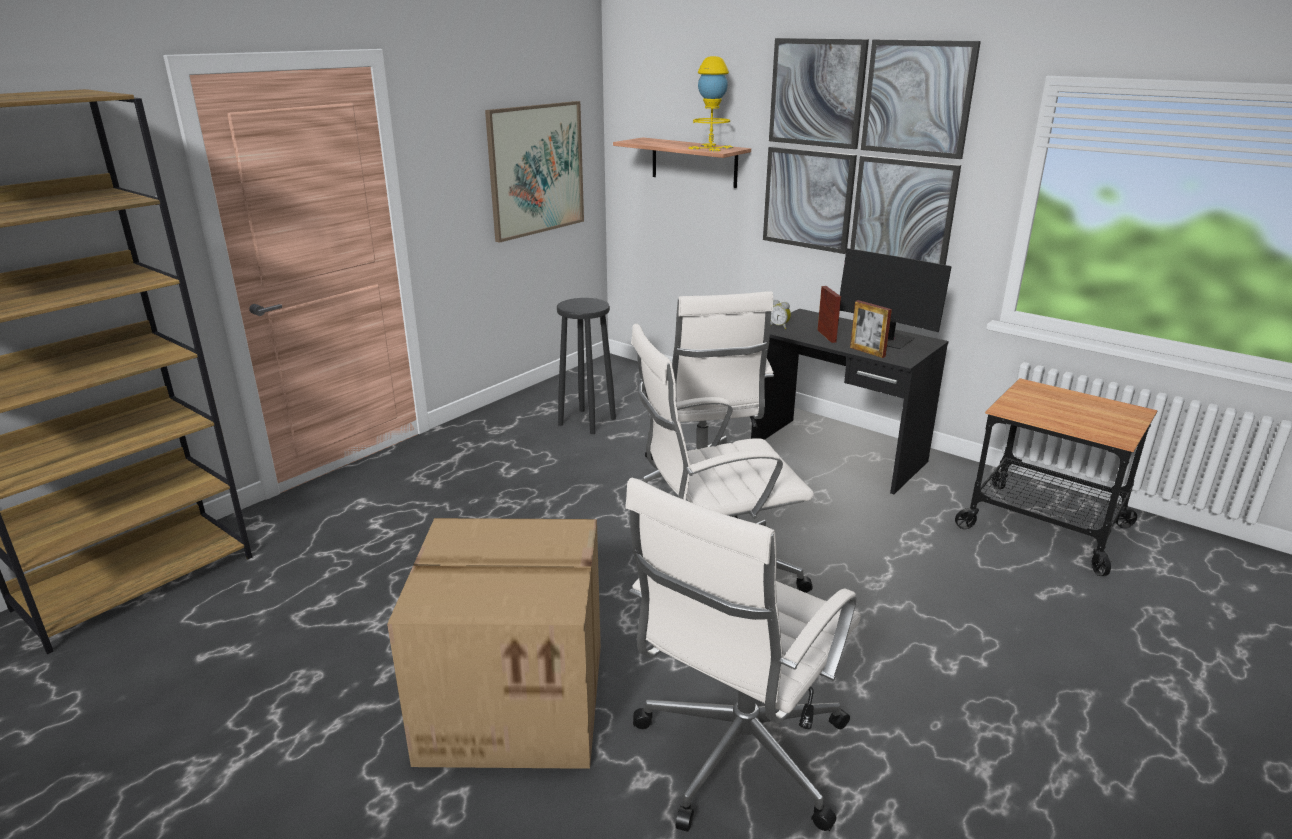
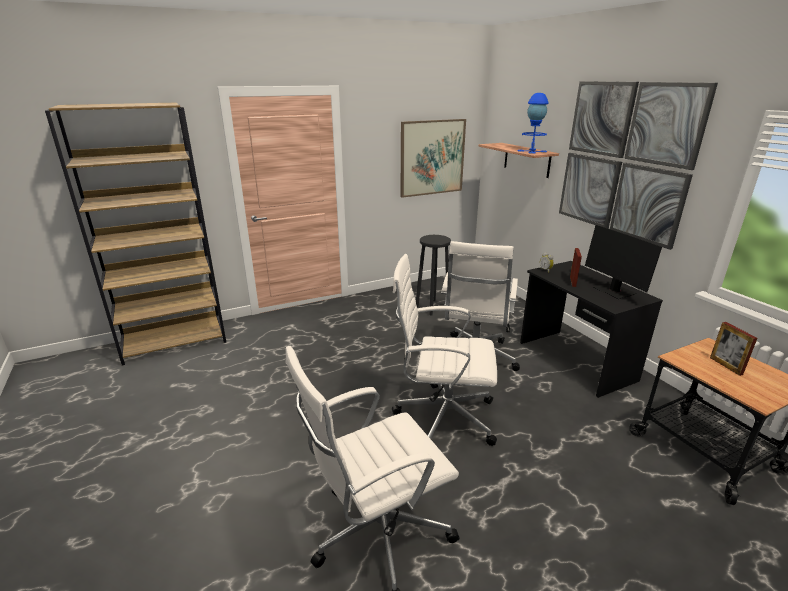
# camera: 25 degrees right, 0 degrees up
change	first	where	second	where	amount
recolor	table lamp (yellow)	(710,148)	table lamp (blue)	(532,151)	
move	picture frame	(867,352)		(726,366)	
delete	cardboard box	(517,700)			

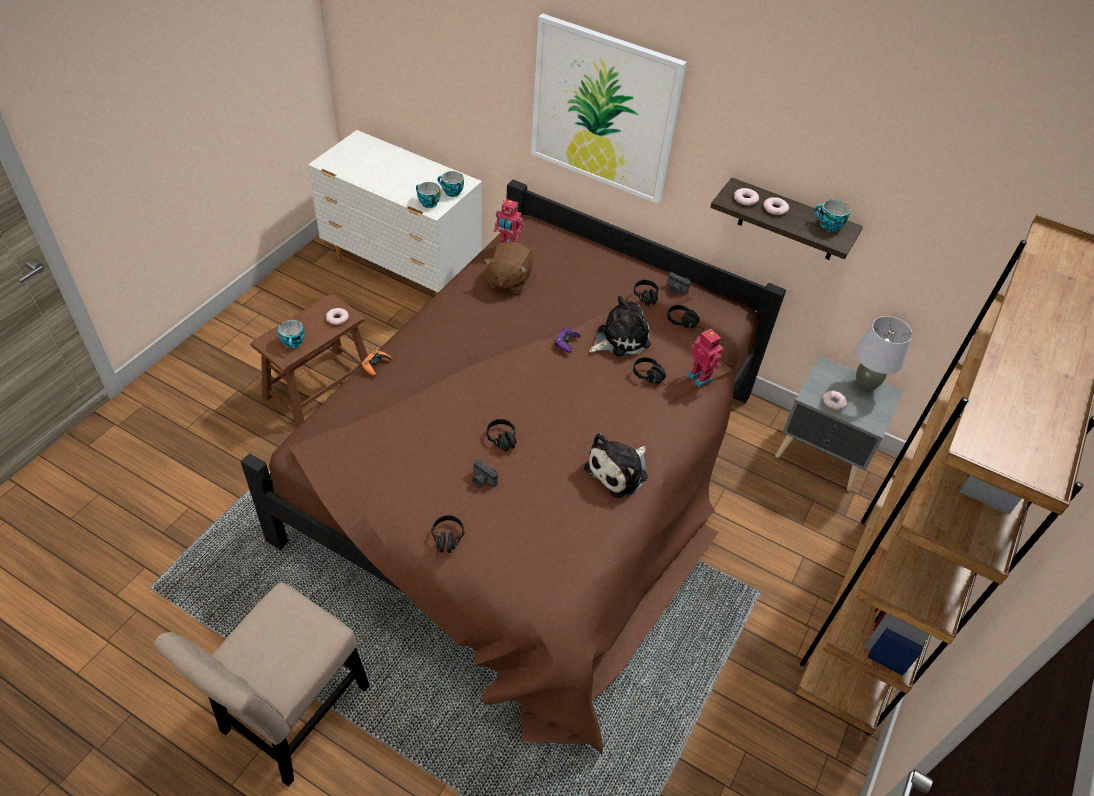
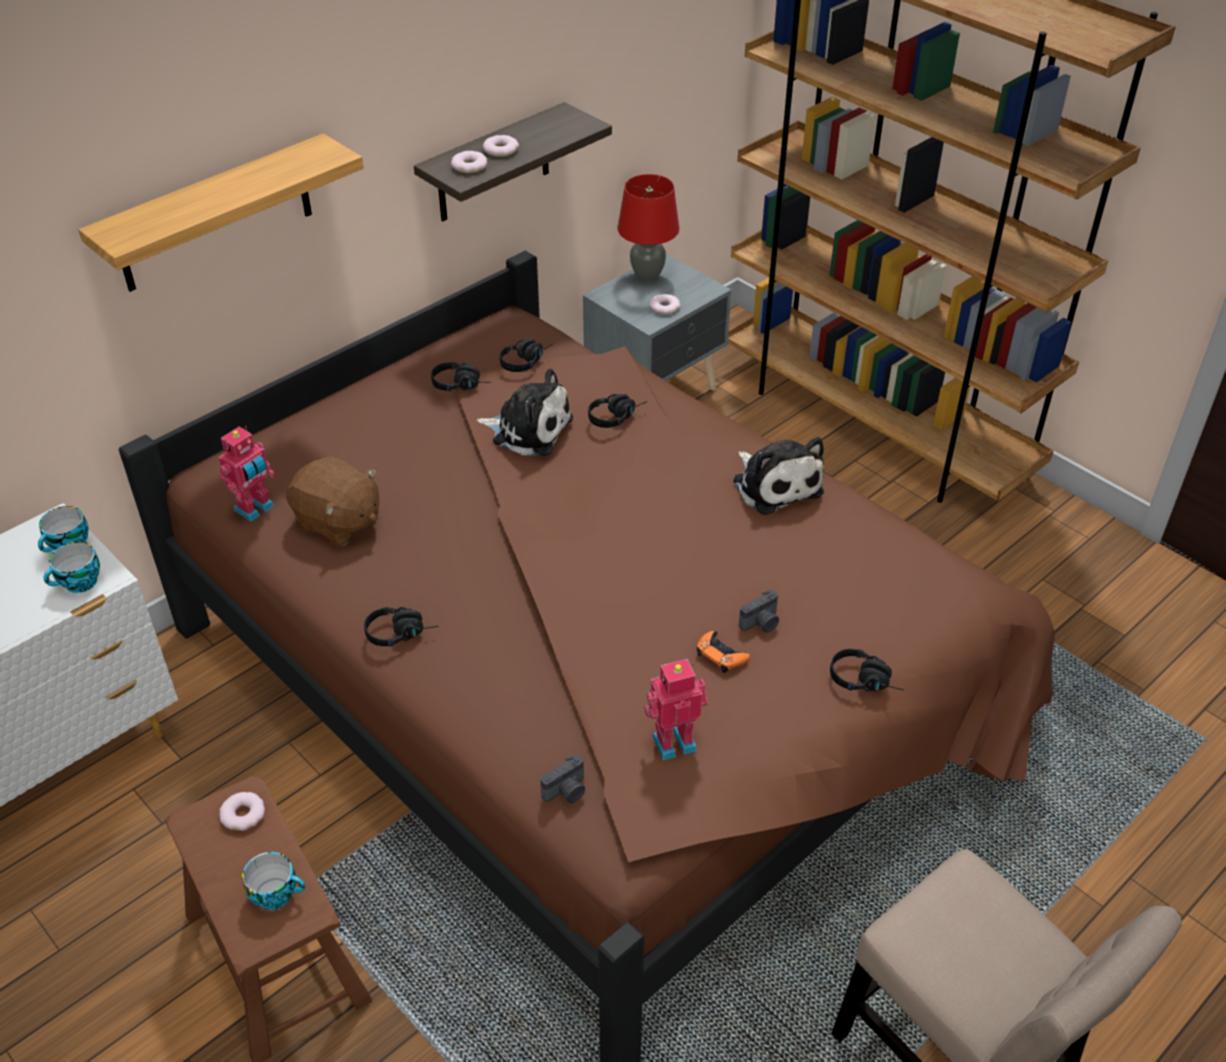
# camera: 70 degrees left, 5 degrees down
change	first	where	second	where	amount
replace	picture	(603,110)	shelf	(215,215)	
delete	cup	(828,225)			
move	photo camera	(675,290)		(567,791)	
rotate	plush toy	(620,338)		(528,429)	120 degrees clockwise
recolor	table lamp (grey)	(865,386)	table lamp (red)	(647,276)	
delete	game controller (purple)	(567,342)			
move	toy robot	(700,377)		(673,741)	
move	game controller (orange)	(375,365)		(721,655)	
move	headphones (black)	(504,443)		(402,633)	

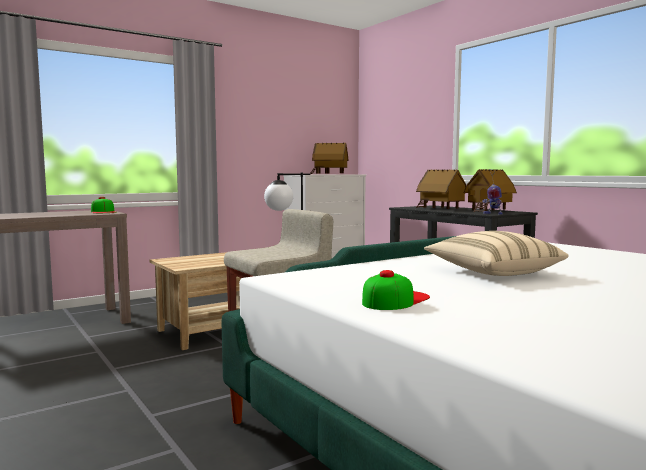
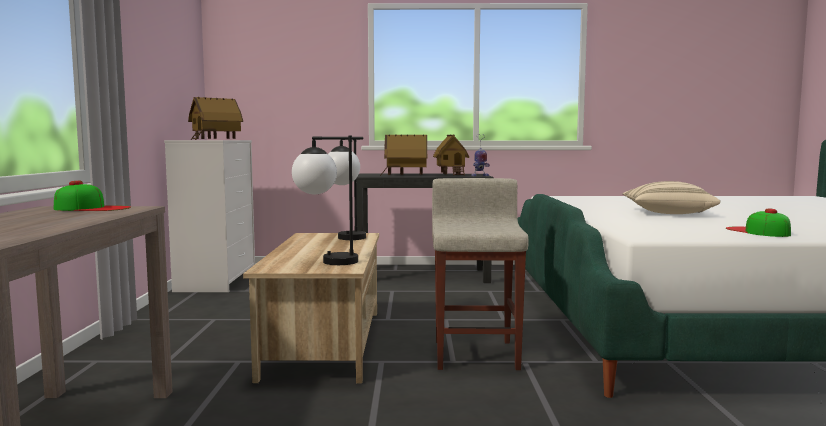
# camera: 55 degrees left, 0 degrees up
change	first	where	second	where	amount
insert			table lamp	(326,261)	

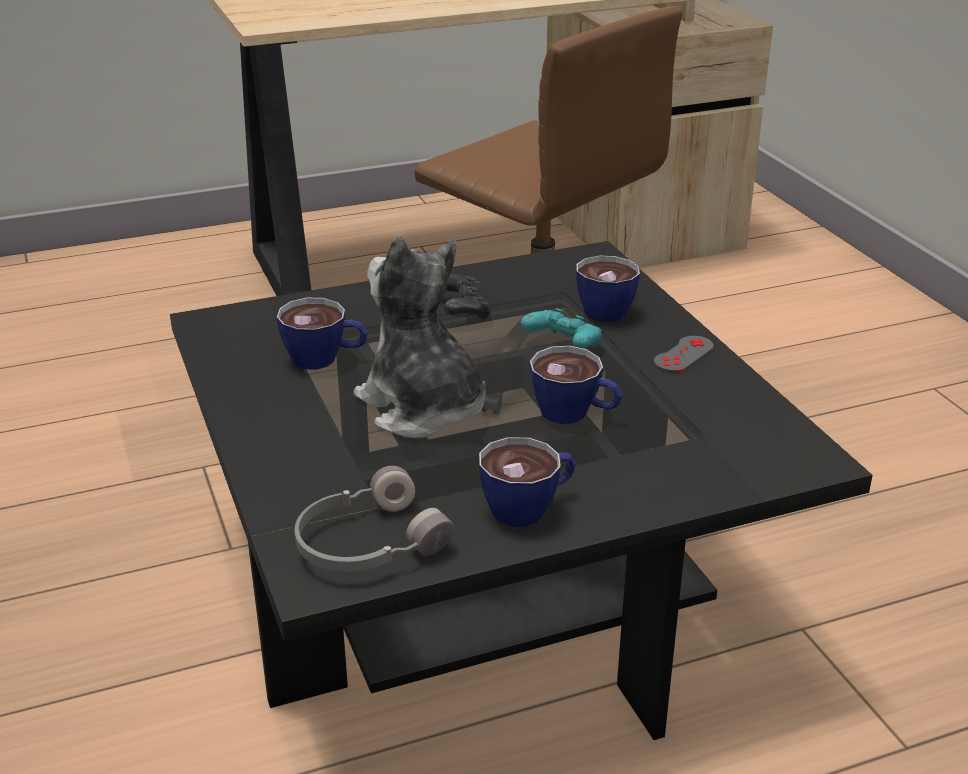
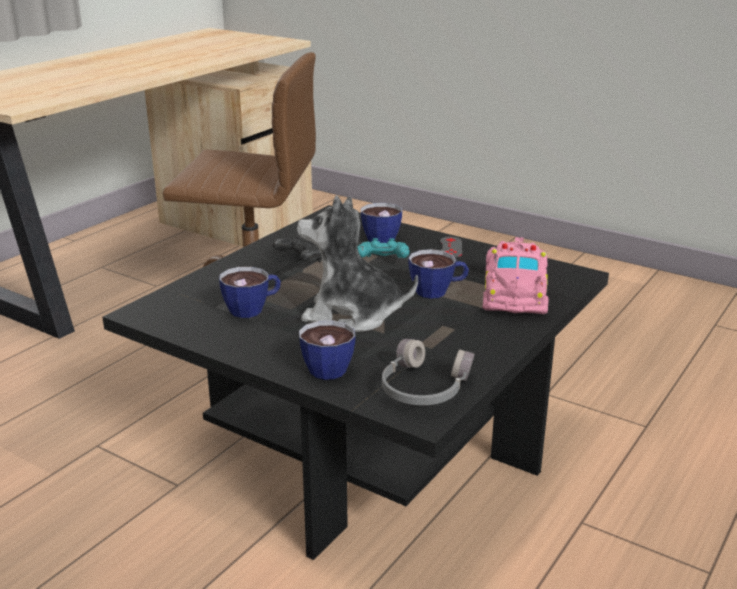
# camera: 35 degrees left, 5 degrees down
change	first	where	second	where	amount
move	cup	(529,507)		(332,366)	
insert			toy car (pink)	(516,293)	

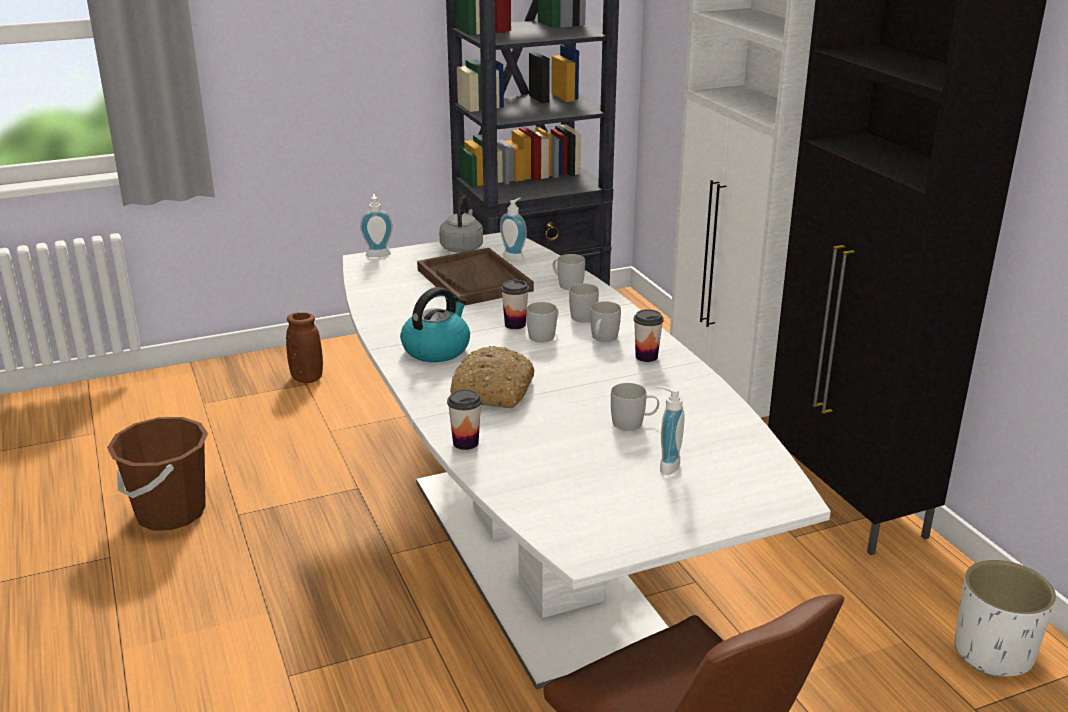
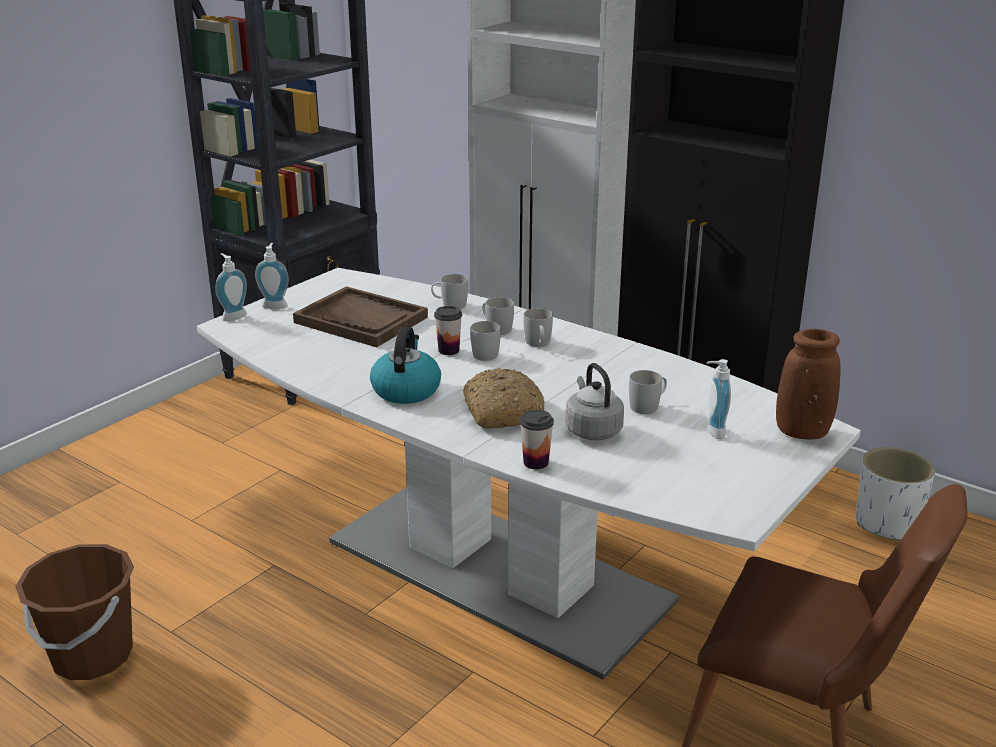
# camera: 30 degrees left, 0 degrees up
change	first	where	second	where	amount
move	kettle (grey)	(462,247)		(592,430)	
move	soap dispenser	(515,257)		(275,305)	
delete	cup	(646,356)			
move	vase (brown)	(307,378)		(802,432)	

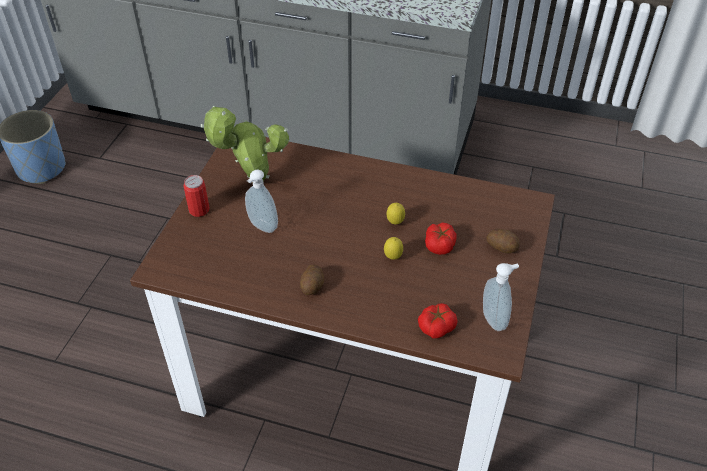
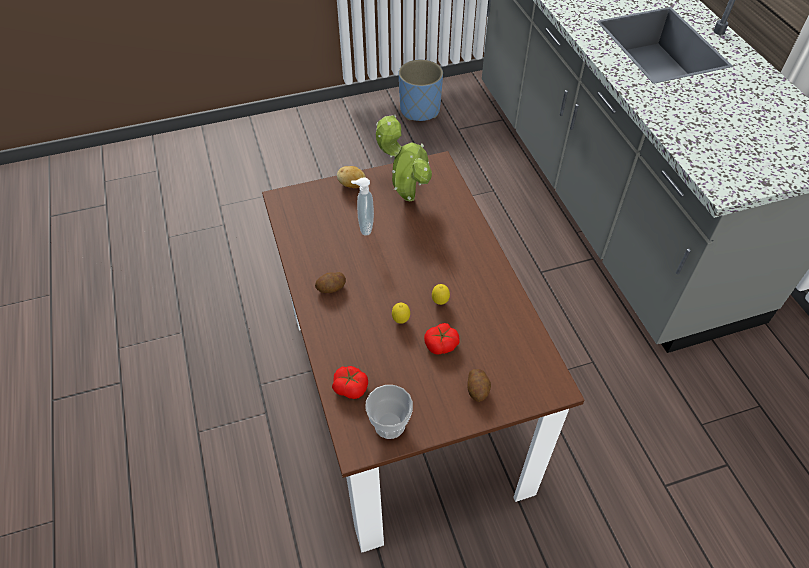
# camera: 55 degrees right, 5 degrees up
change	first	where	second	where	amount
replace	can	(199,210)	potato	(352,185)	
replace	soap dispenser	(495,319)	cup	(389,424)	

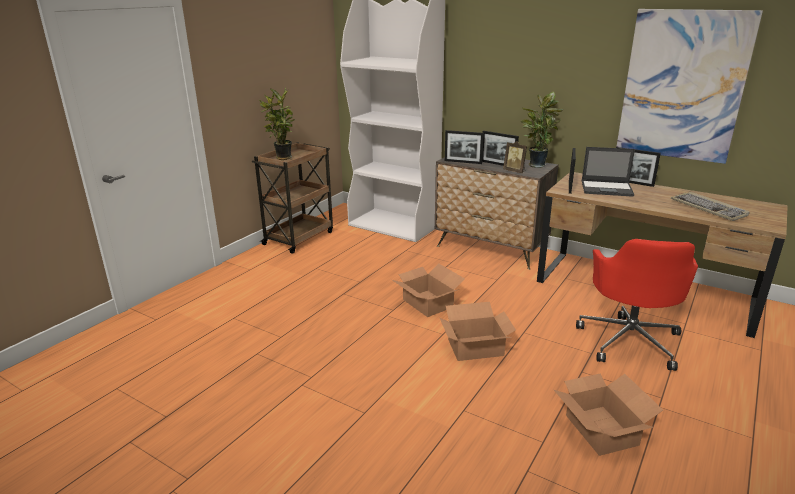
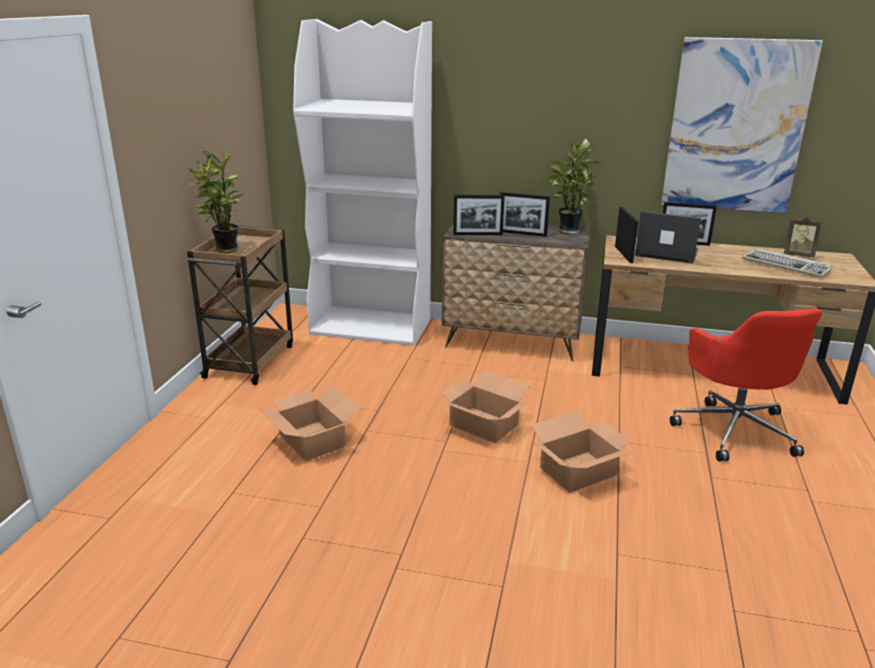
# camera: 20 degrees left, 0 degrees up
change	first	where	second	where	amount
move	picture frame	(515,171)		(798,255)	
rotate	laptop	(607,188)		(665,253)	150 degrees counterclockwise
move	cardboard box	(601,429)		(312,440)	

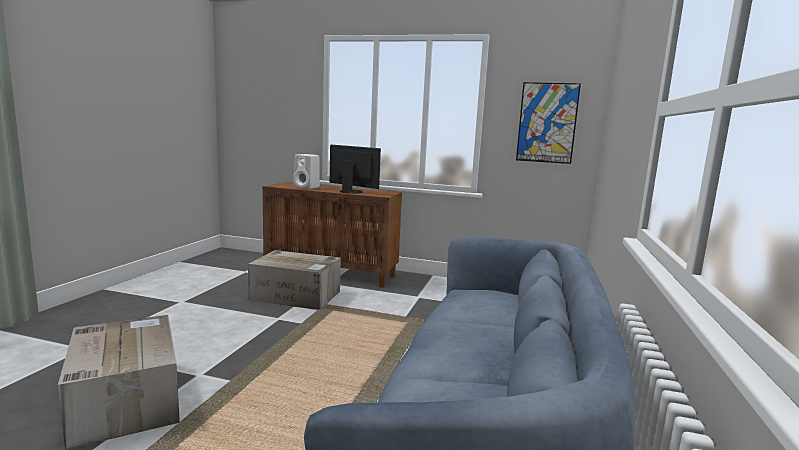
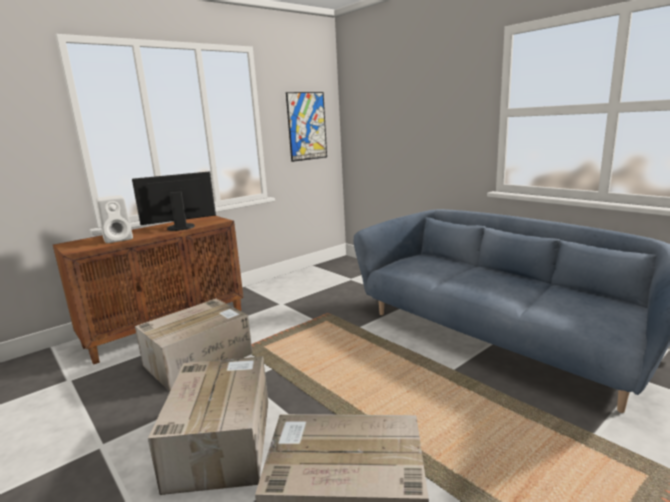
# camera: 55 degrees left, 5 degrees up
change	first	where	second	where	amount
insert			cardboard box	(221,441)	

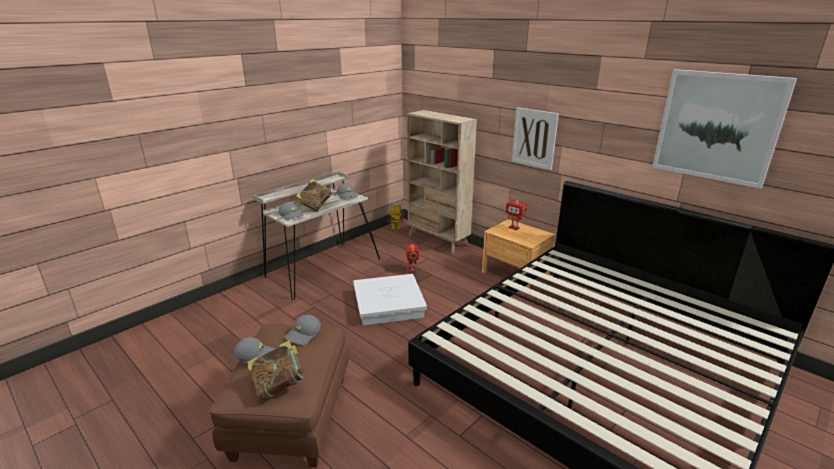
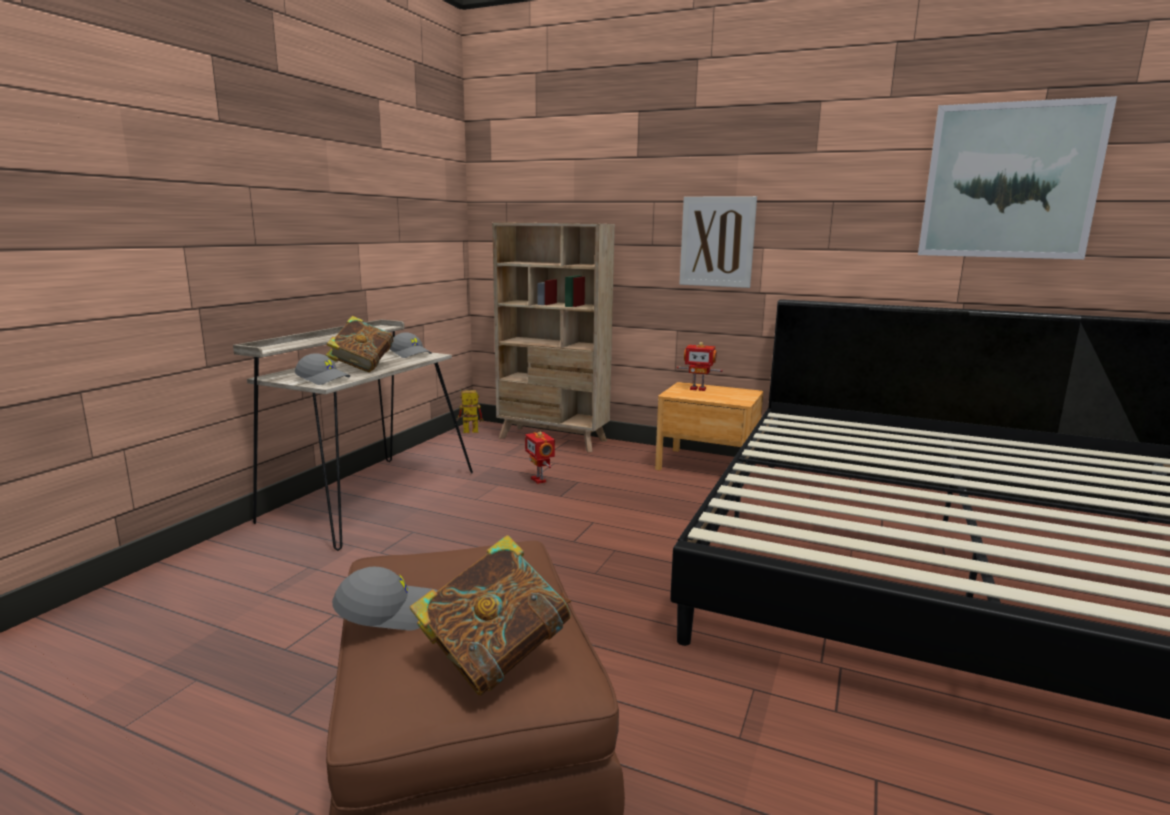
# camera: 20 degrees left, 10 degrees down
change	first	where	second	where	amount
delete	storage box (white)	(389,304)			
delete	cap (grey)	(303,334)			

